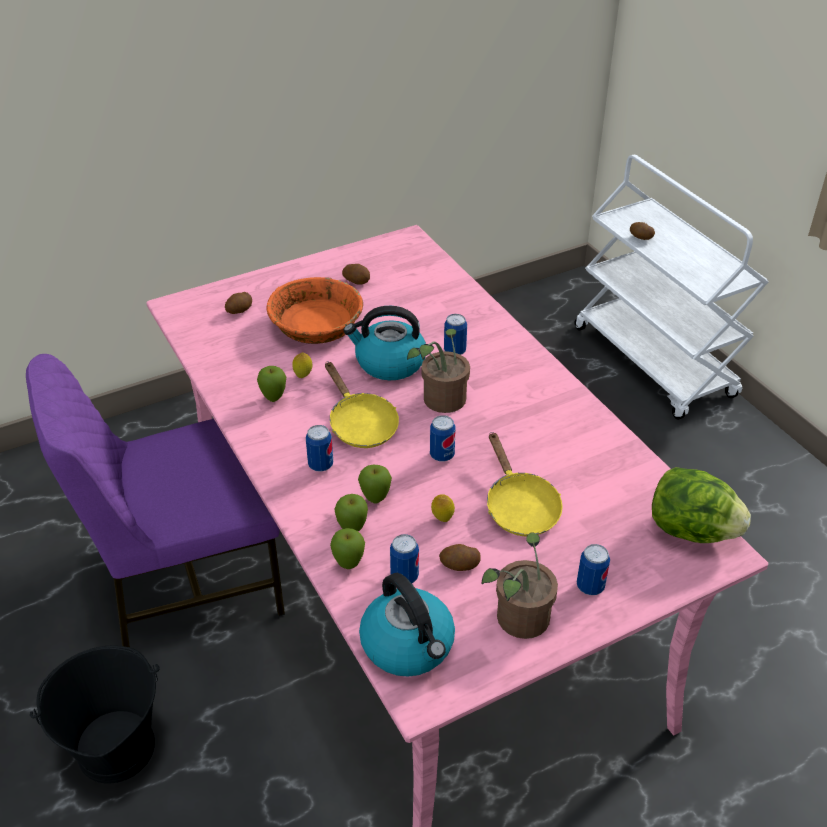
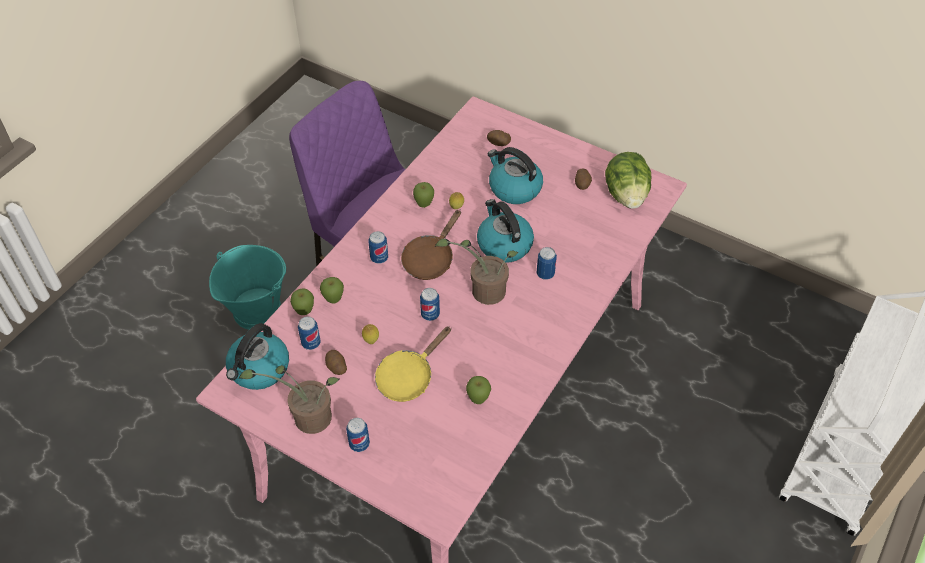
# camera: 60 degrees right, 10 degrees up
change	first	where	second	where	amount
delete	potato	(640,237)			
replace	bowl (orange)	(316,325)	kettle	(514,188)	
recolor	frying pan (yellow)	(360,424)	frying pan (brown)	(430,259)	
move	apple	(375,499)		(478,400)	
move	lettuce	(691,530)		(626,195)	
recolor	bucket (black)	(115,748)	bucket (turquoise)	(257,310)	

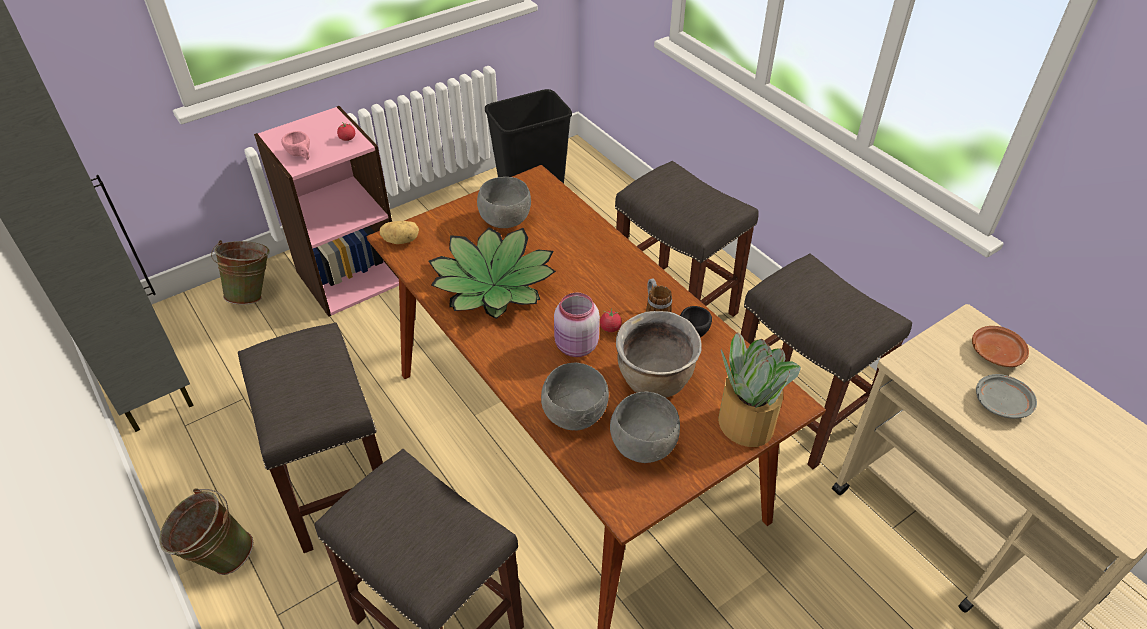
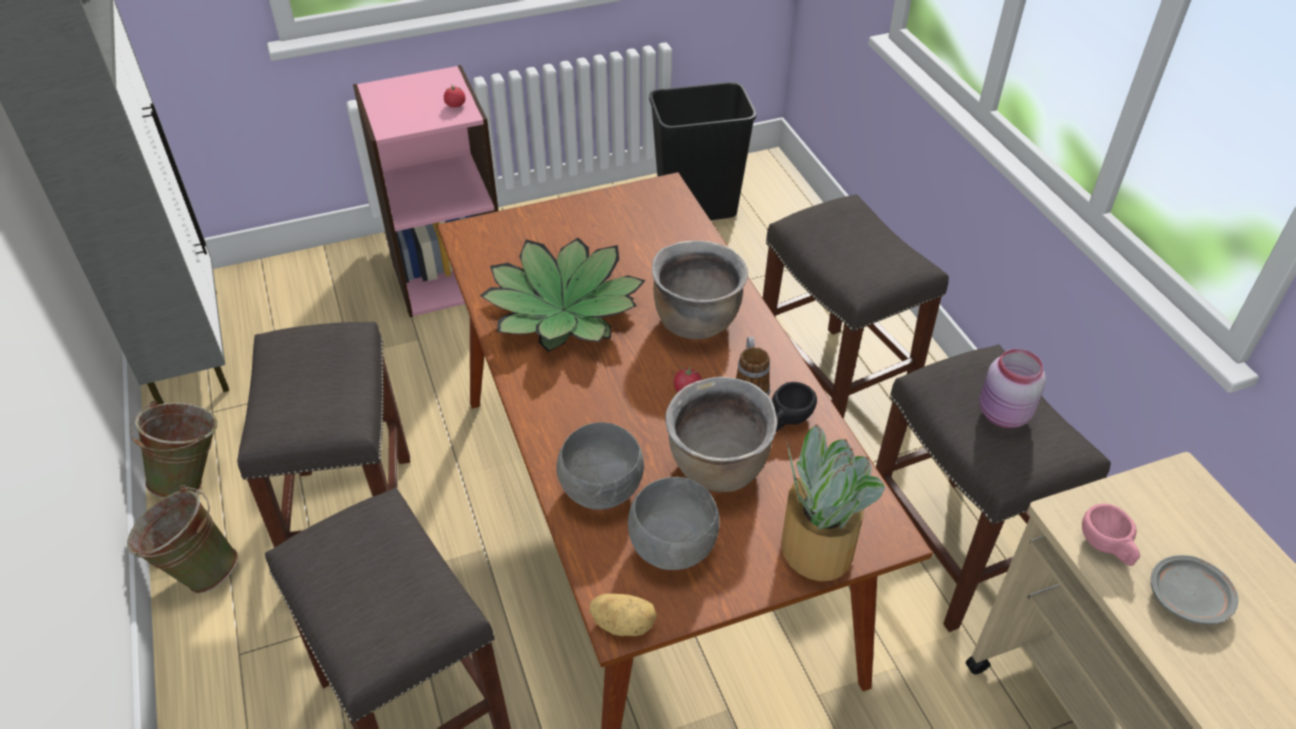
# camera: 15 degrees right, 0 degrees up
change	first	where	second	where	amount
move	cup (pink)	(301,155)		(1106,547)	
delete	bowl (grey)	(506,220)			
move	potato	(401,240)		(624,623)	
move	bucket (green)	(253,293)		(194,477)	
move	jar (pink)	(576,347)		(1002,415)	
delete	plate (brown)	(996,352)			
insert			cooking pot (brown)	(696,321)	

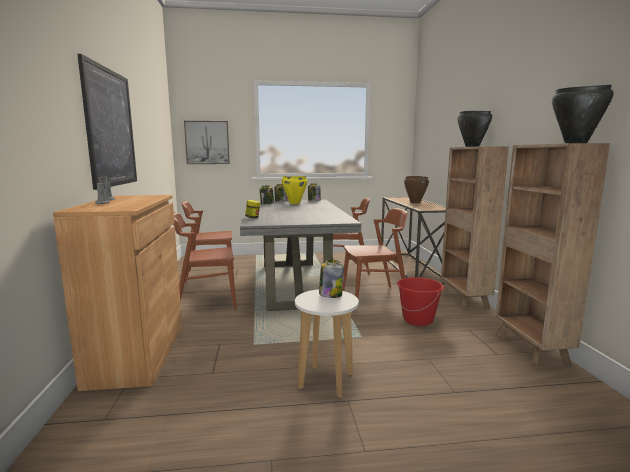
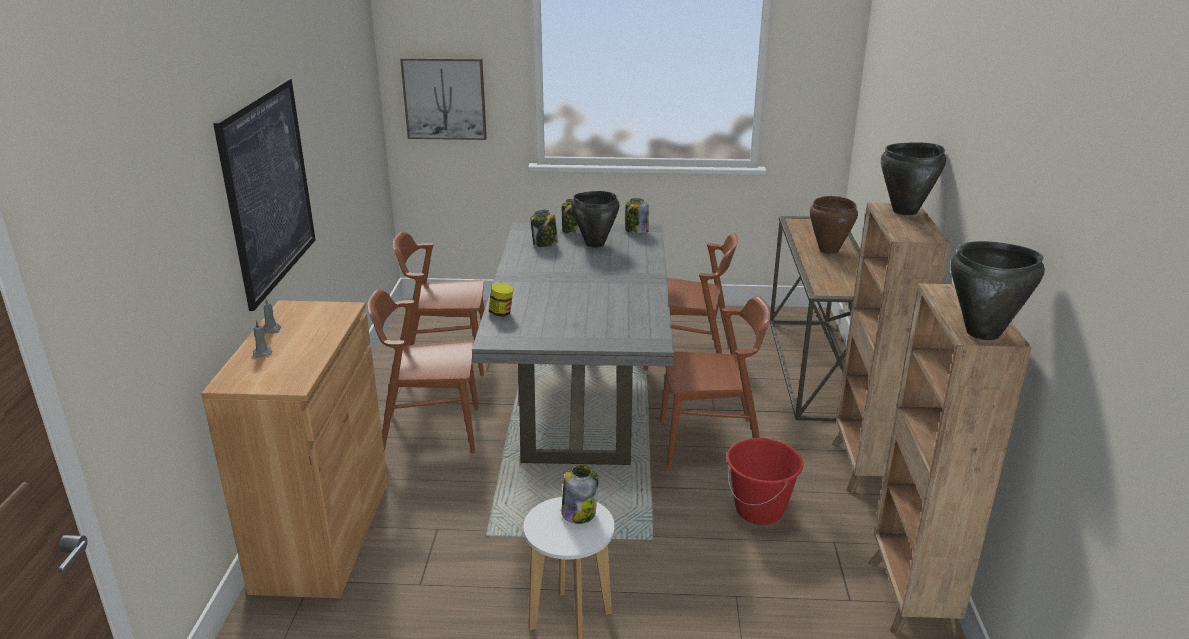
# camera: 10 degrees right, 15 degrees up
change	first	where	second	where	amount
recolor	cooking pot (yellow)	(294,203)	cooking pot (black)	(594,244)	

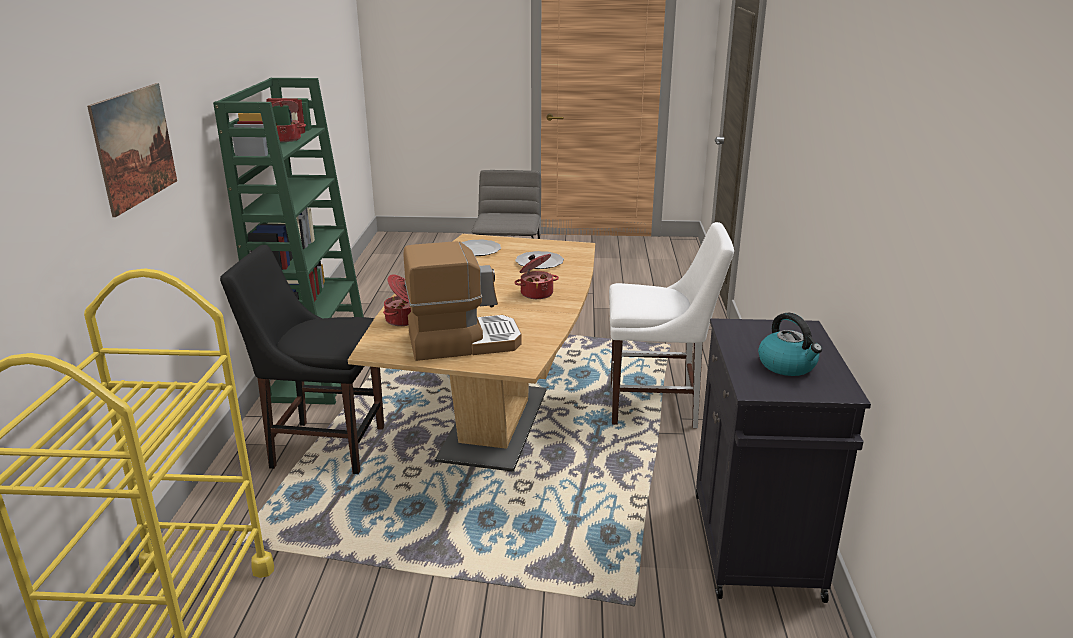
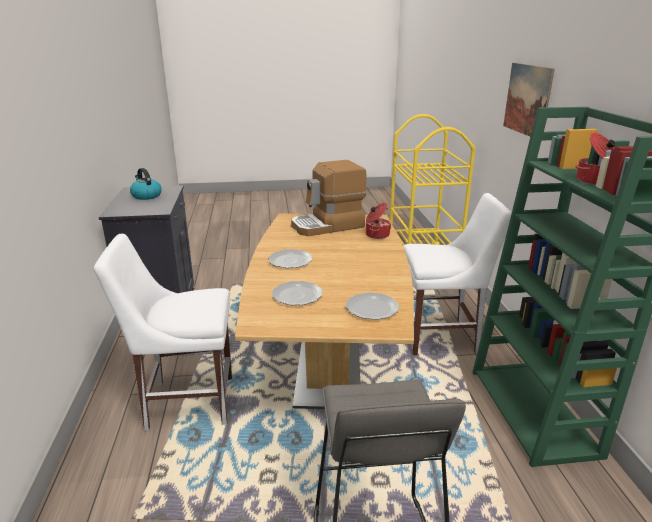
# camera: 170 degrees right, 0 degrees up
change	first	where	second	where	amount
recolor	chair (black)	(322,446)	chair (white)	(443,337)	
replace	cooking pot	(536,293)	plate	(291,261)	

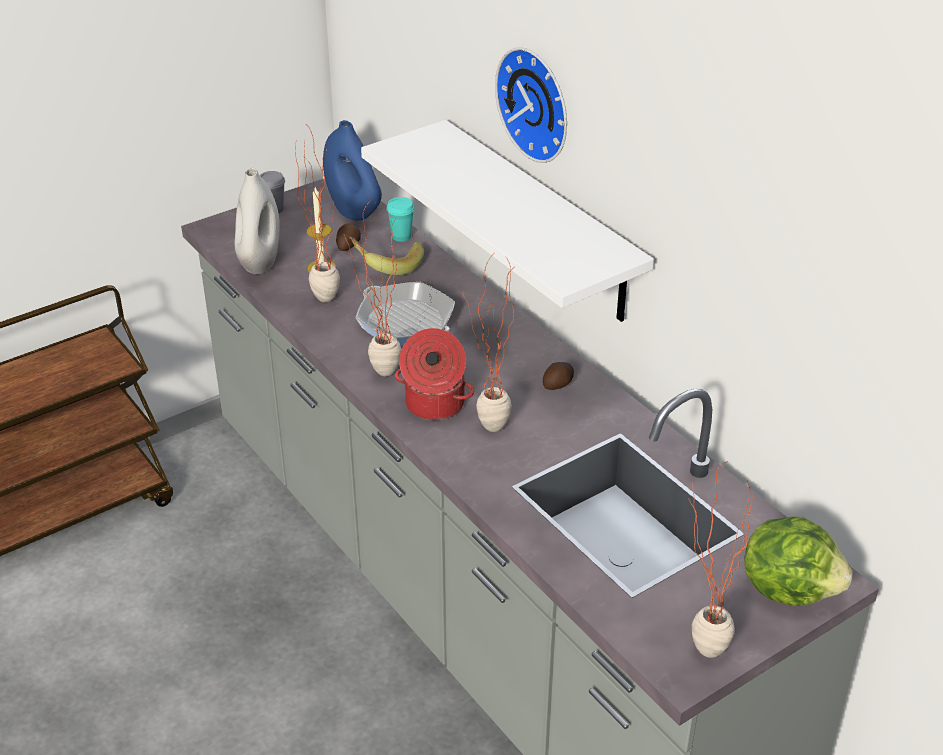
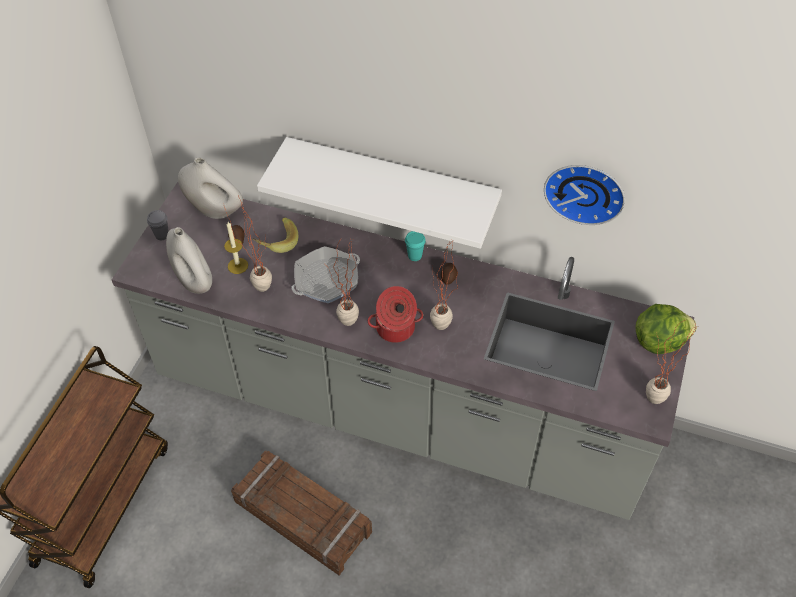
# camera: 35 degrees left, 15 degrees up
change	first	where	second	where	amount
move	wall clock	(538,103)		(585,190)	
recolor	vase (blue)	(354,211)	vase (white)	(215,210)	
move	cup (turquoise)	(401,236)		(414,256)	
rotate	frying pan	(406,322)		(326,279)	45 degrees counterclockwise
insert			crate	(303,516)	

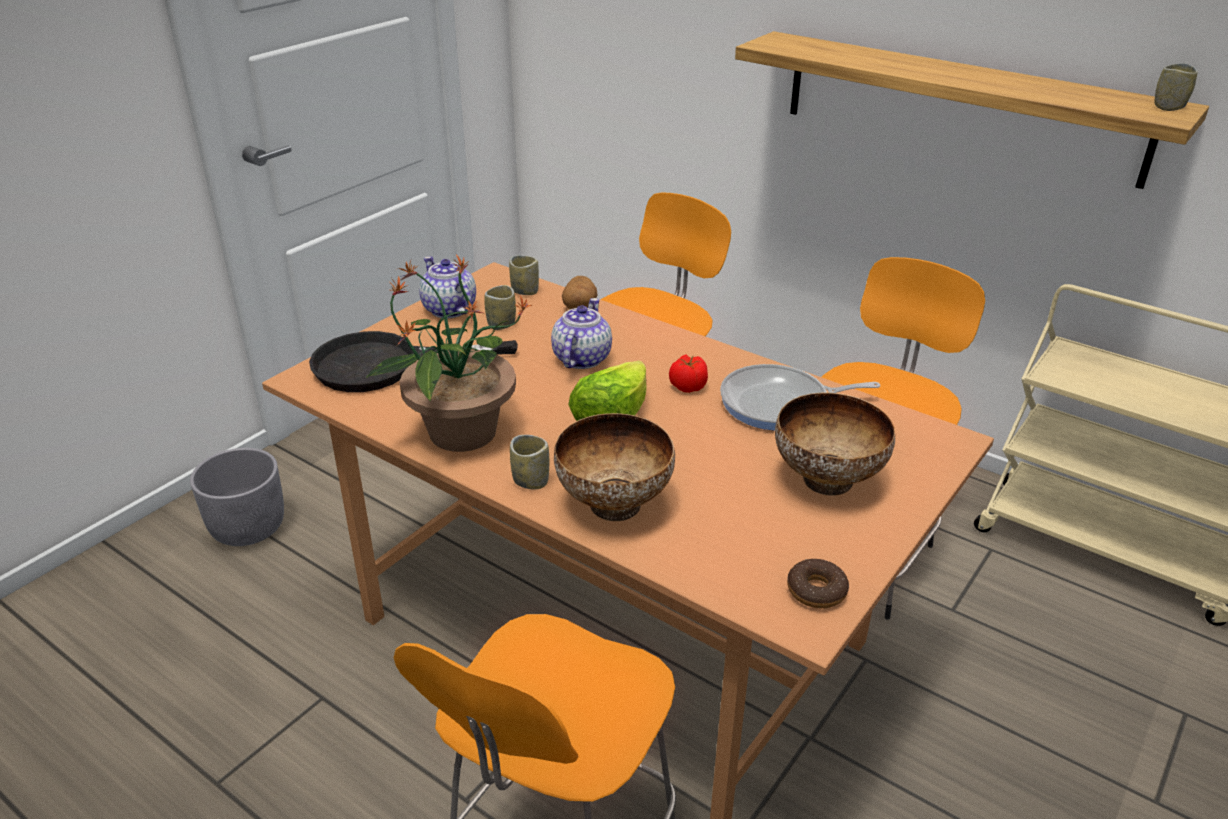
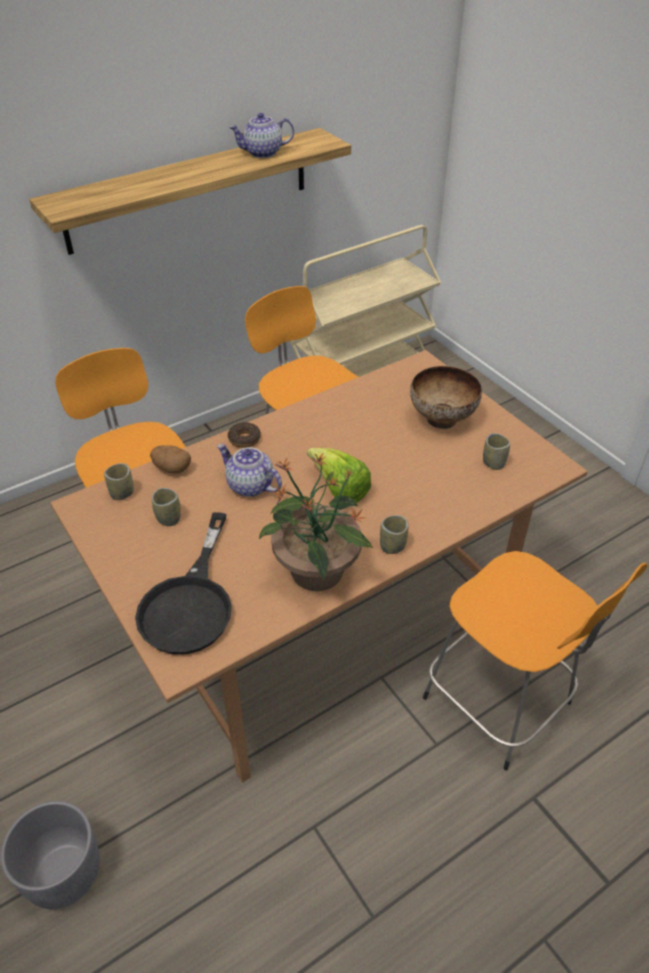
# camera: 70 degrees left, 10 degrees up
change	first	where	second	where	amount
move	cup	(1168,107)		(493,463)	
move	teapot	(448,309)		(262,153)	
delete	tomato	(687,386)			
delete	frying pan	(780,404)			
delete	bowl	(613,504)			
move	donut	(816,590)		(244,439)	

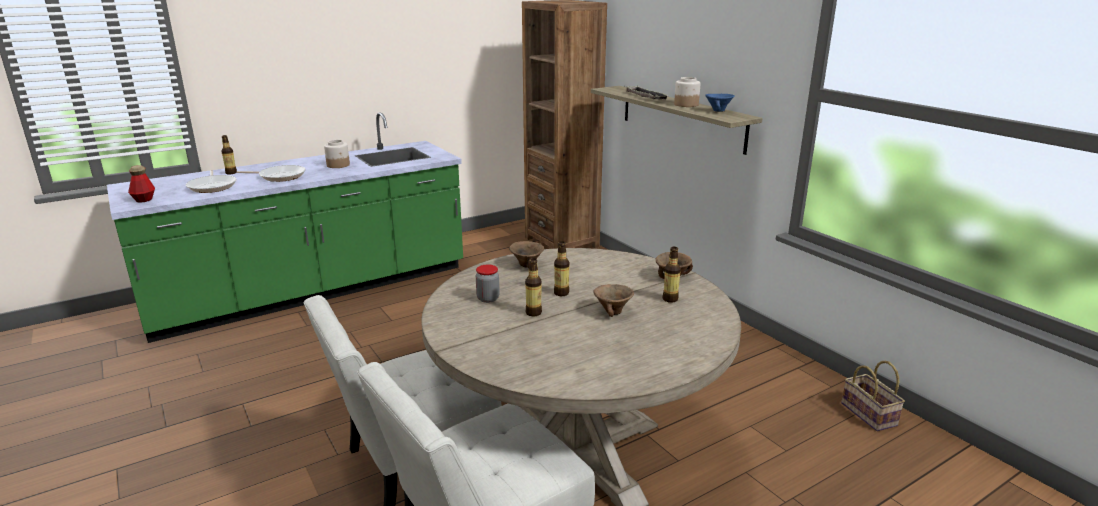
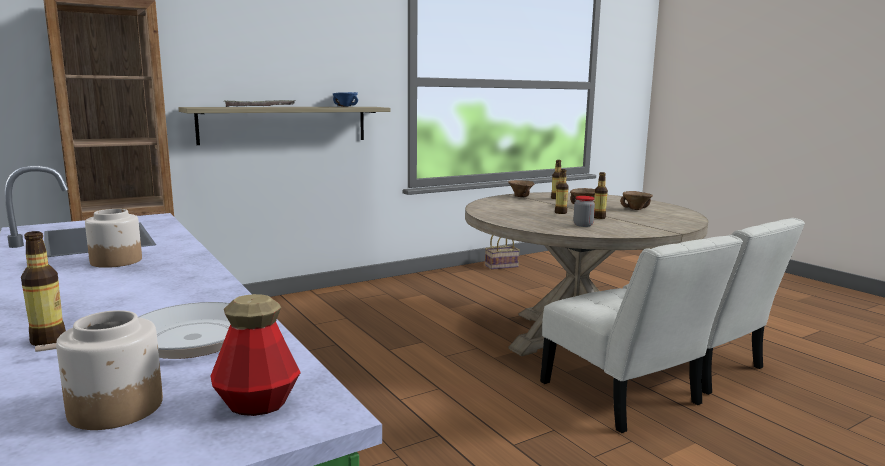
# camera: 90 degrees left, 10 degrees down
change	first	where	second	where	amount
move	jar	(686,104)		(115,408)	
delete	frying pan	(280,176)			
move	bowl (brown)	(526,265)		(635,209)	

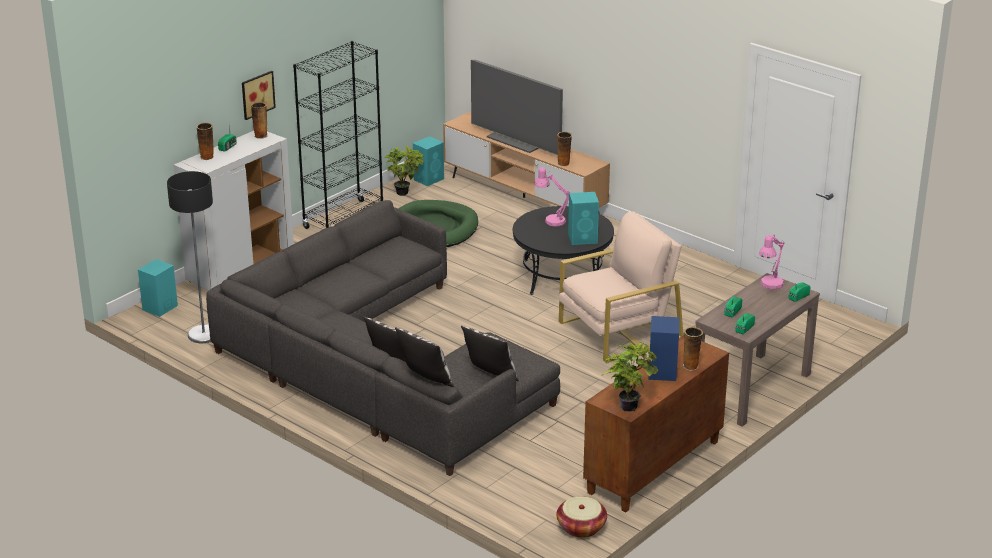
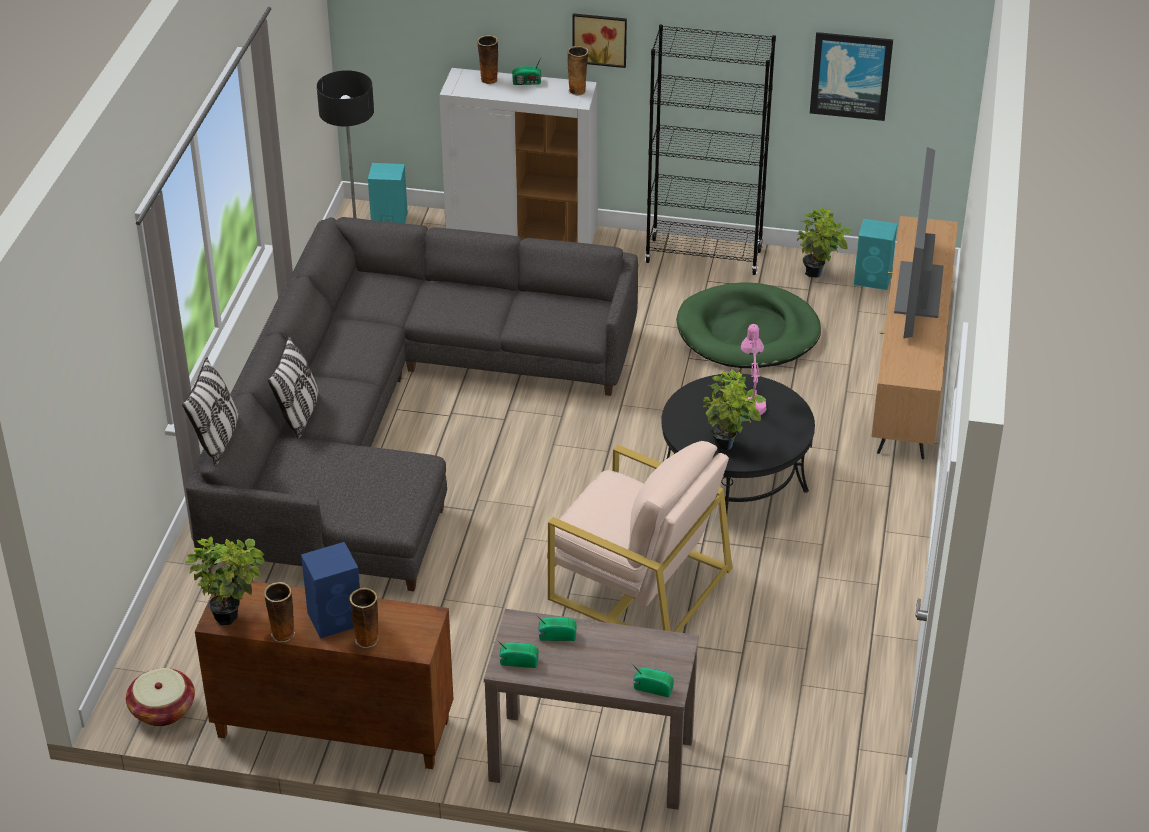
# camera: 60 degrees right, 10 degrees up
change	first	where	second	where	amount
move	vase	(564,163)		(282,634)	
replace	speaker (turquoise)	(583,238)	potted plant	(728,447)	
delete	table lamp (pink)	(769,286)			
delete	pillow	(491,375)			
insert			picture	(851,75)	

